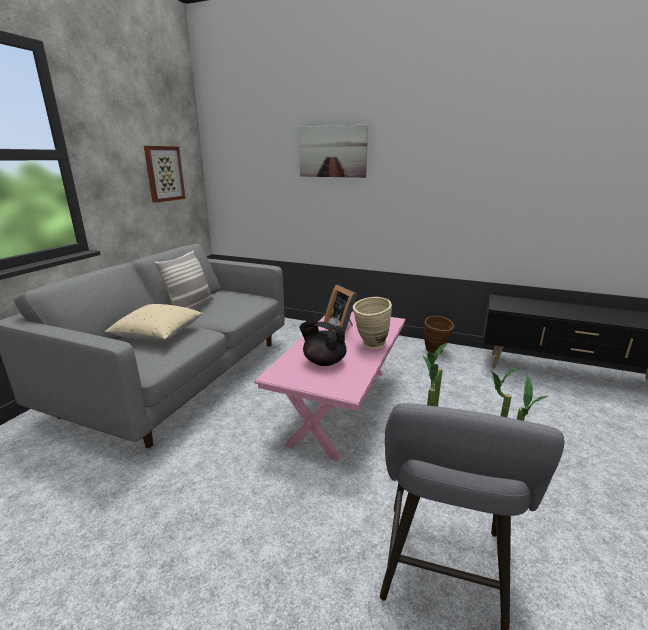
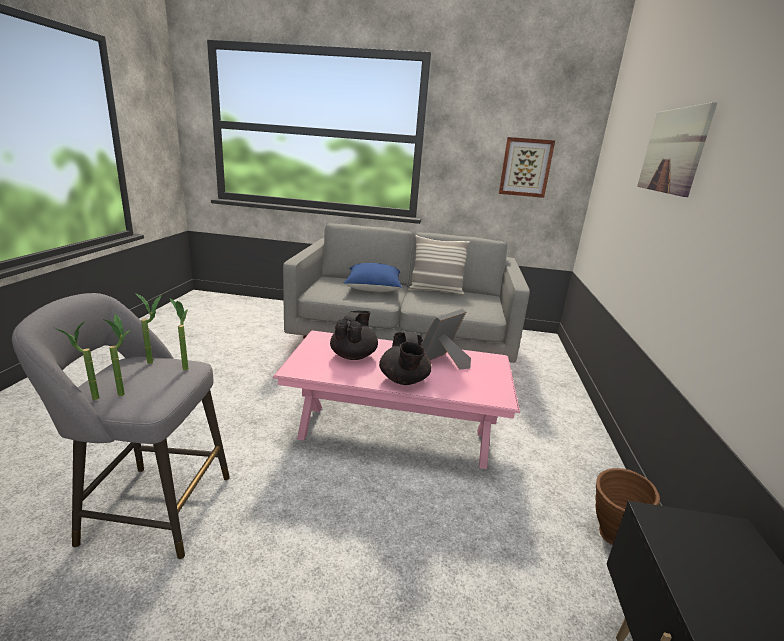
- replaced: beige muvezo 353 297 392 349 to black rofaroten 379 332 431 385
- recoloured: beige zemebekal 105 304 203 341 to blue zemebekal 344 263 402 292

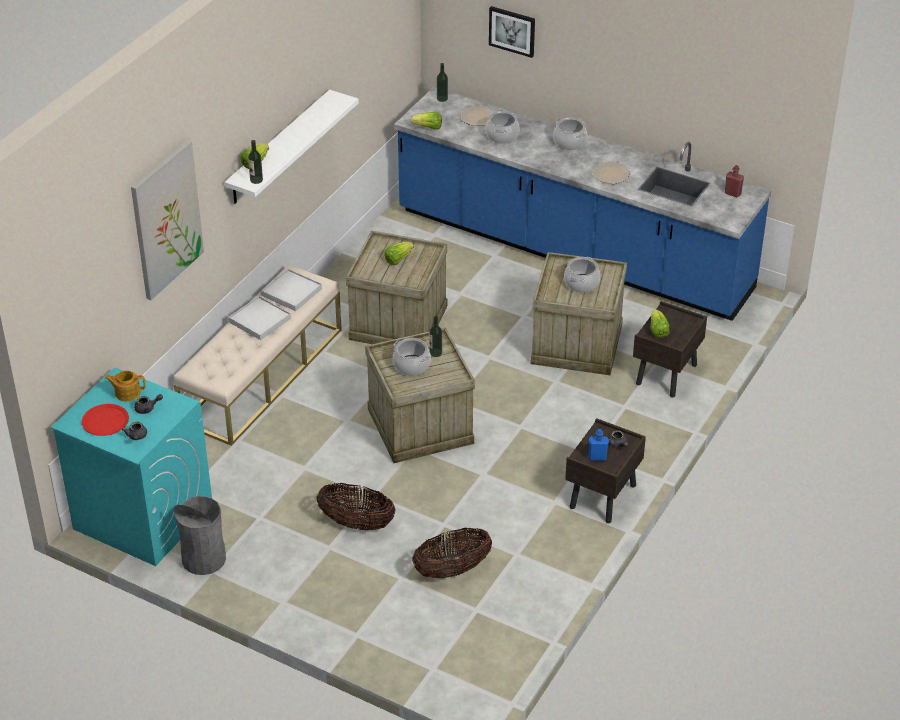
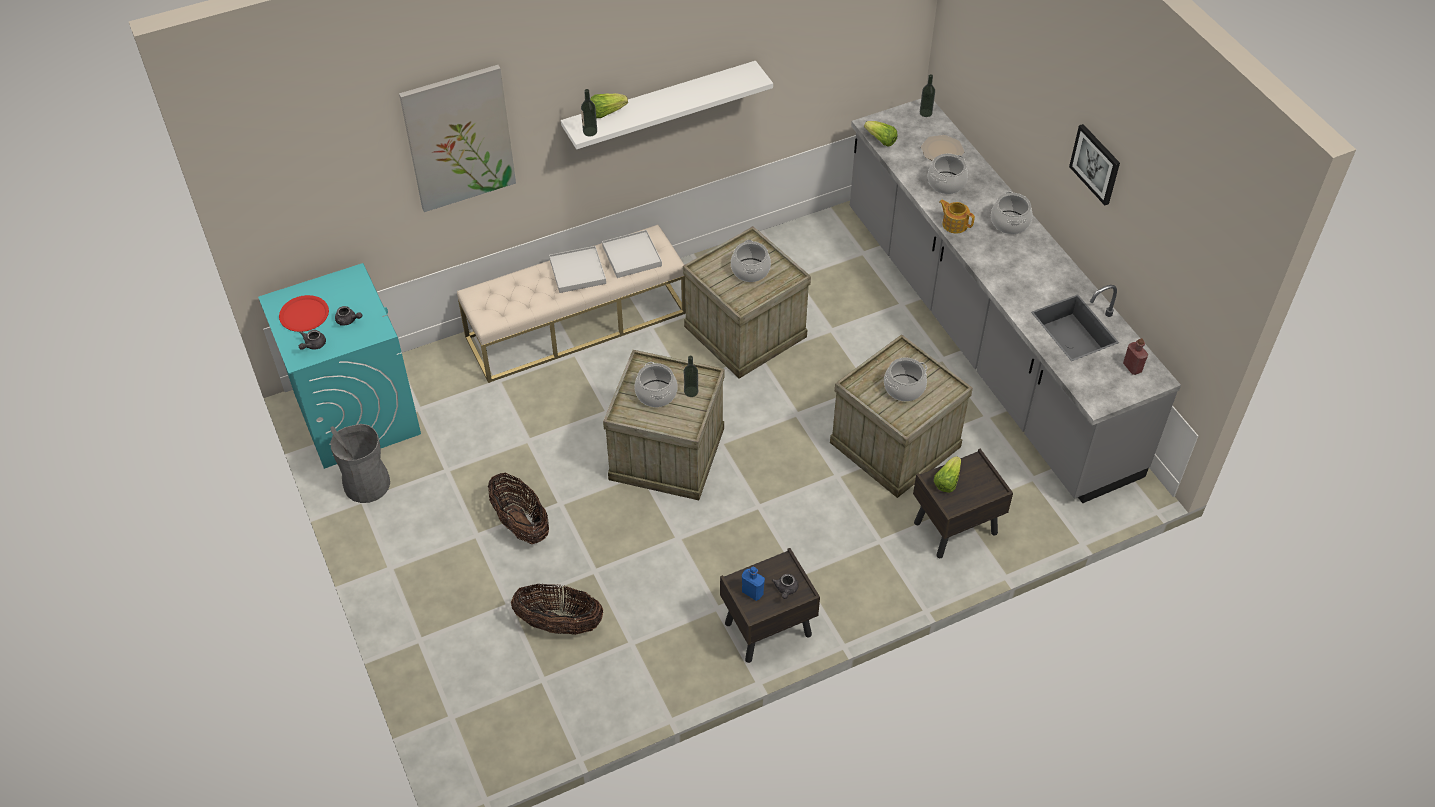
- moved: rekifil 489 6 535 58 to 1069 124 1120 205
- recoloured: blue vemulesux 394 87 771 321 to grey vemulesux 850 99 1181 504
- removed: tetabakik 592 162 631 184
- replaced: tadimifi 384 242 414 265 to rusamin 731 240 771 282
- moved: rofaroten 105 370 146 401 to 939 200 975 234

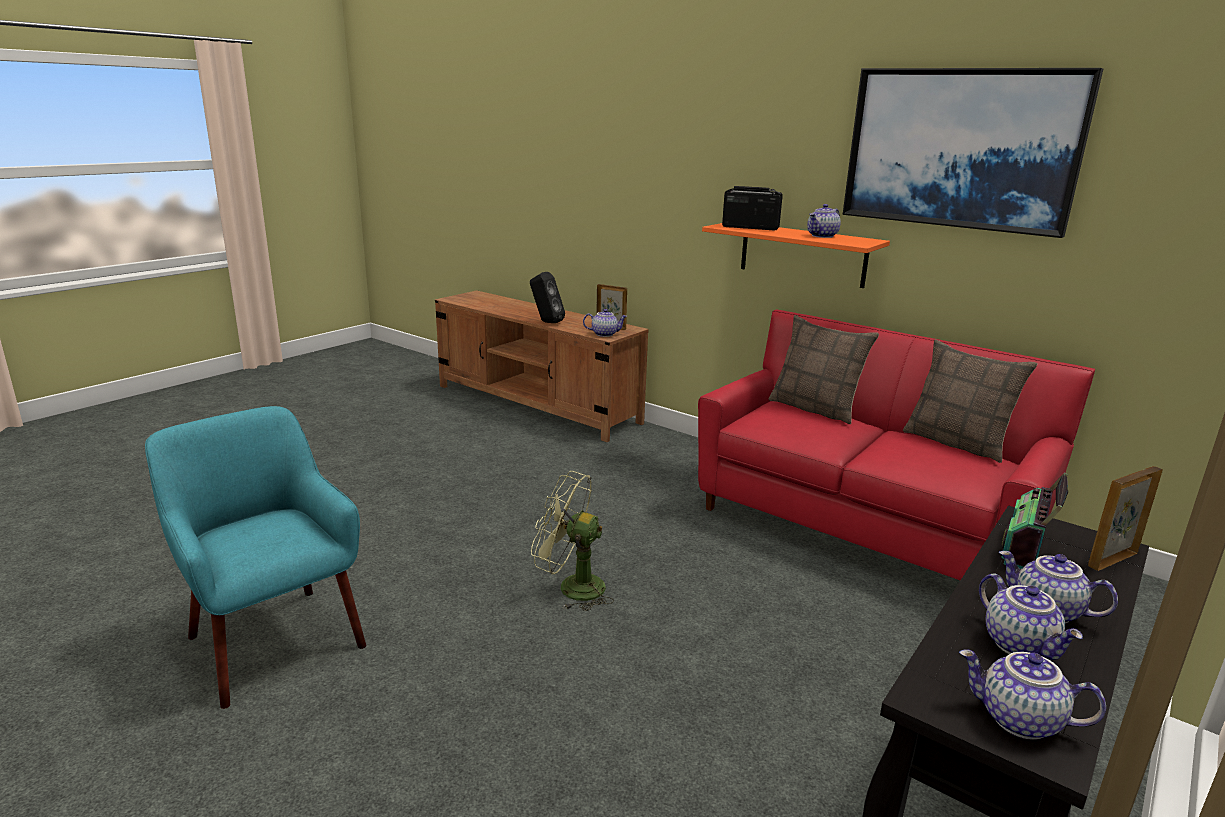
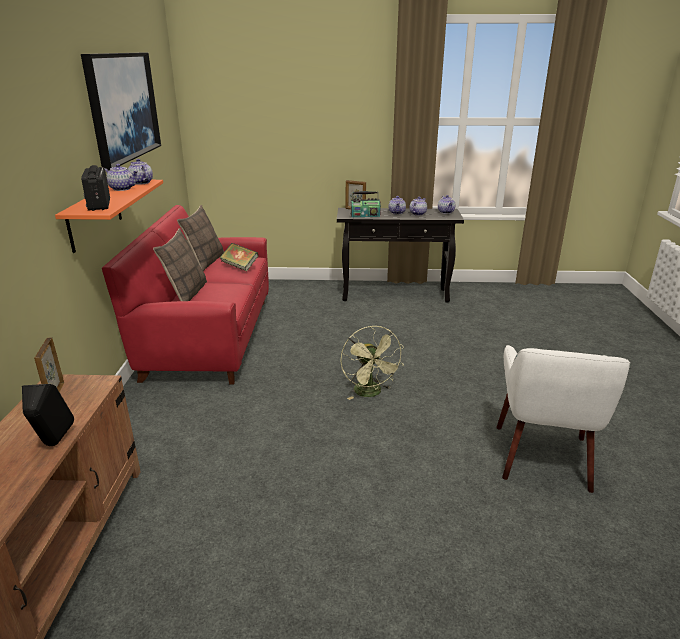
- moved: rofaroten 583 309 627 337 to 128 159 153 185
- recoloured: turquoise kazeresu 145 406 366 709 to white kazeresu 496 345 630 493
- added: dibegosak 220 243 259 271

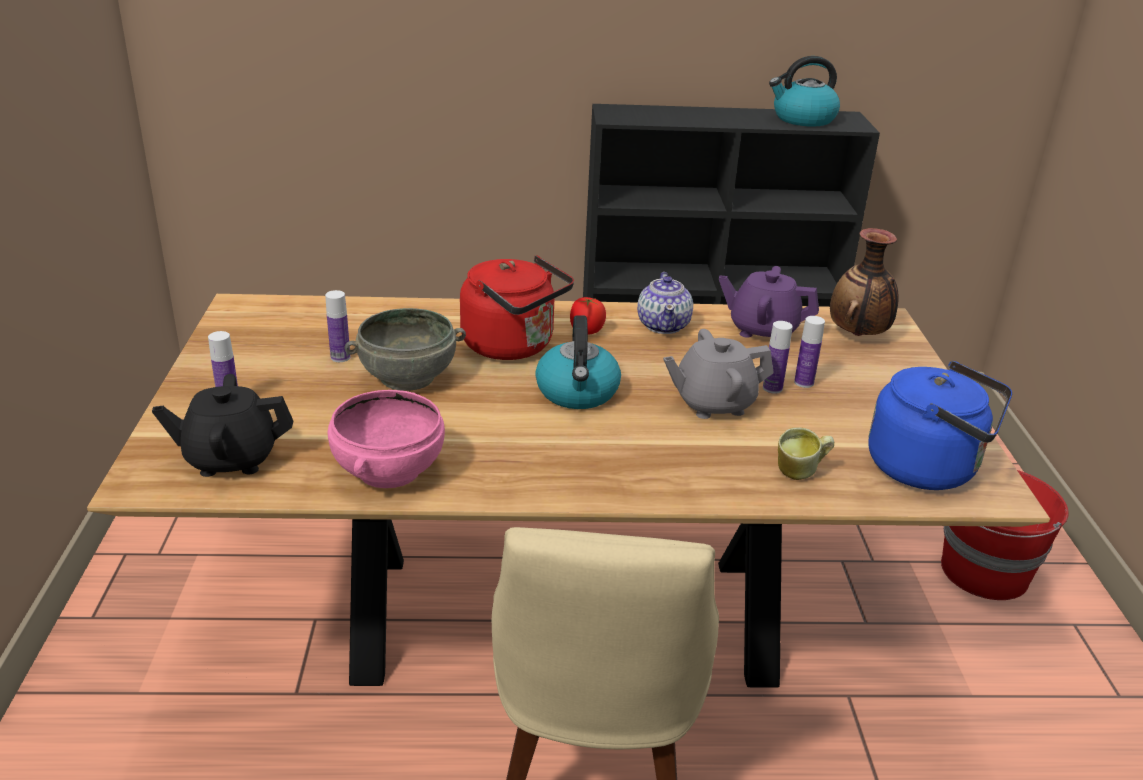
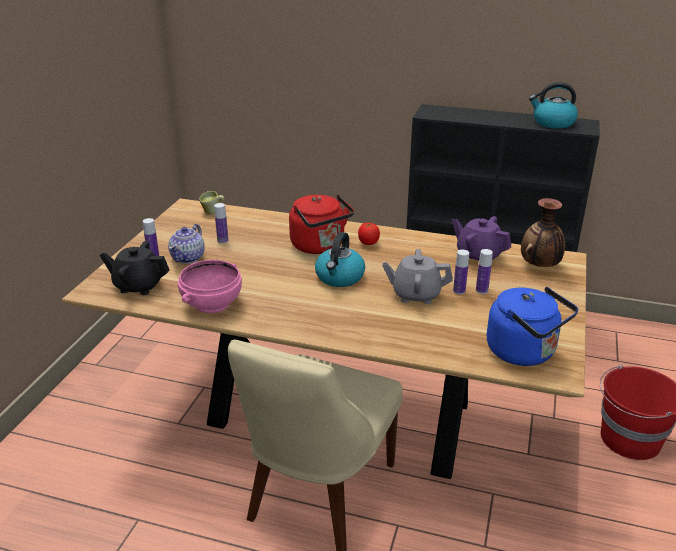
- moved: rofaroten 637 272 693 334 to 168 224 205 264
- removed: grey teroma 344 308 466 391
- moved: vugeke 778 427 834 480 to 199 191 224 214

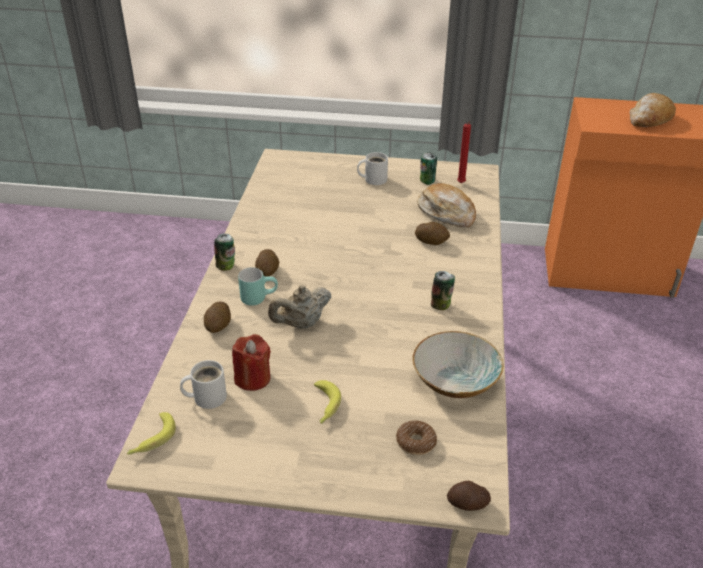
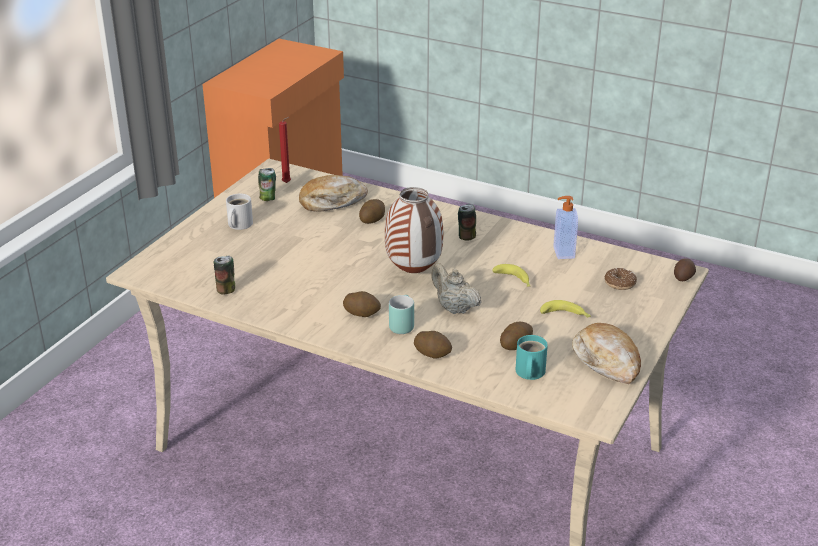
- moved: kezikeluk 630 93 676 127 to 572 323 641 384
- moved: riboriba 214 233 235 271 to 213 256 235 295
- turned: beige rofaroten 268 285 332 328 = 431 263 482 314 150 degrees clockwise
- replaced: teroma 413 331 504 398 to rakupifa 553 196 578 259
- replaced: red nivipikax 232 334 271 391 to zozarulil 500 322 533 350
- recoloured: white vugeke 180 360 227 409 to turquoise vugeke 516 335 548 380
- moved: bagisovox 127 412 176 455 to 492 264 530 287
- added: muvezo 385 187 443 273

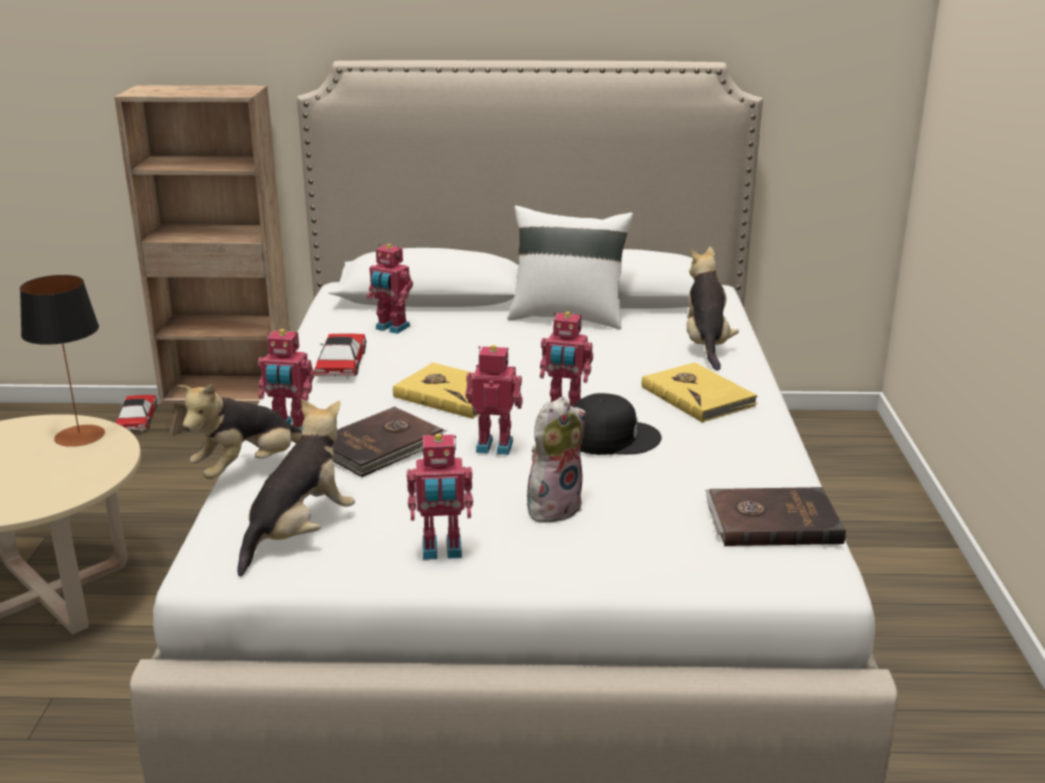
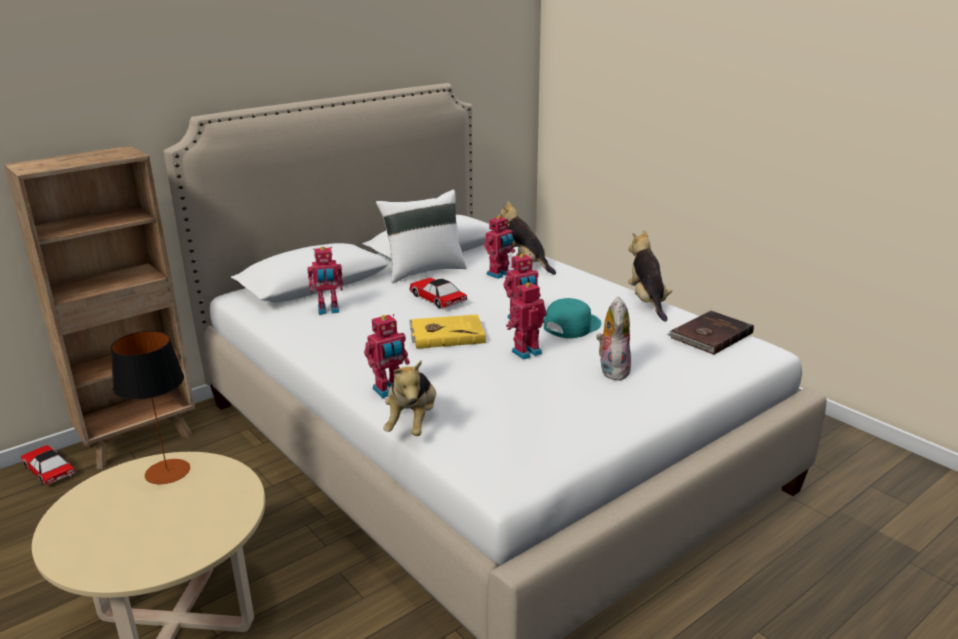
- moved: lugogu 314 334 366 378 to 409 277 467 308
- removed: yellow dibegosak 642 362 758 423
- recoloured: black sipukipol 573 393 662 455 to turquoise sipukipol 544 298 601 338
- moved: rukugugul 237 399 355 576 to 628 230 672 322
- removed: brown dibegosak 333 407 447 477
- moved: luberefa 407 434 473 560 to 484 215 515 279

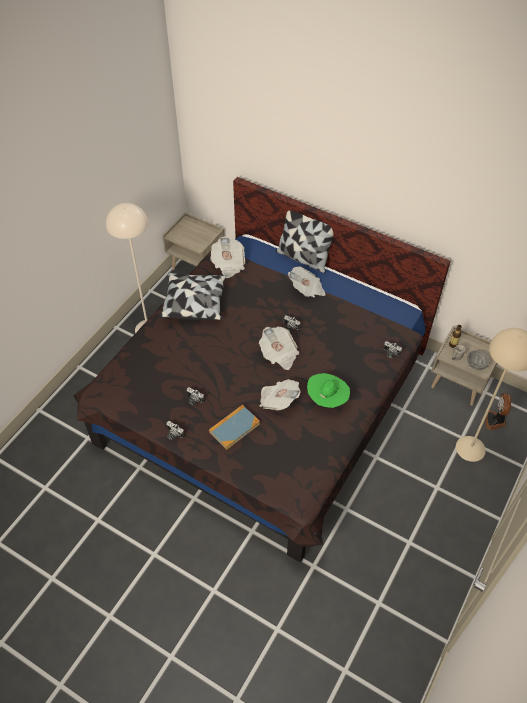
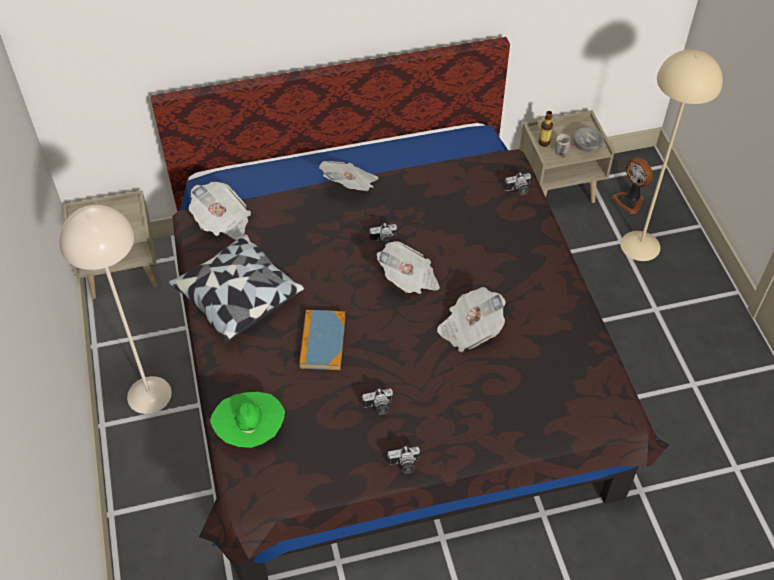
- removed: zemebekal 276 211 334 273
- moved: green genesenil 307 373 350 408 to 210 392 285 448
- moved: dibegosak 209 405 260 450 to 299 310 345 370

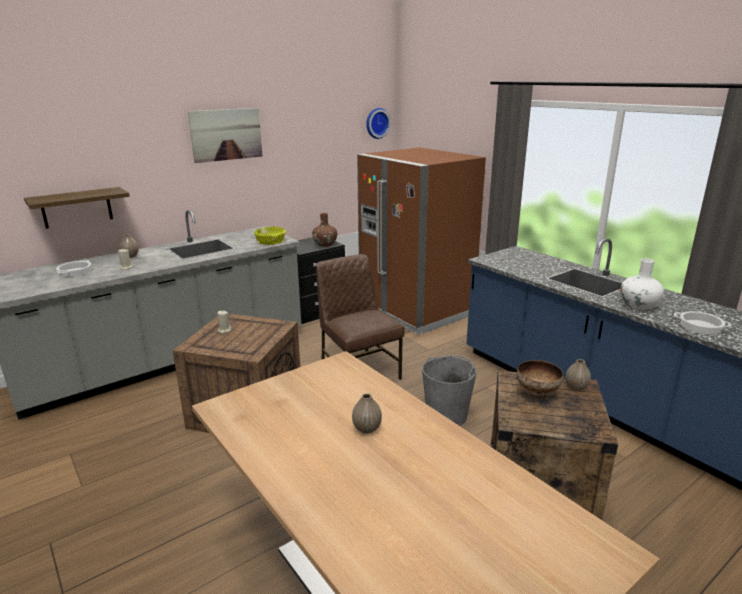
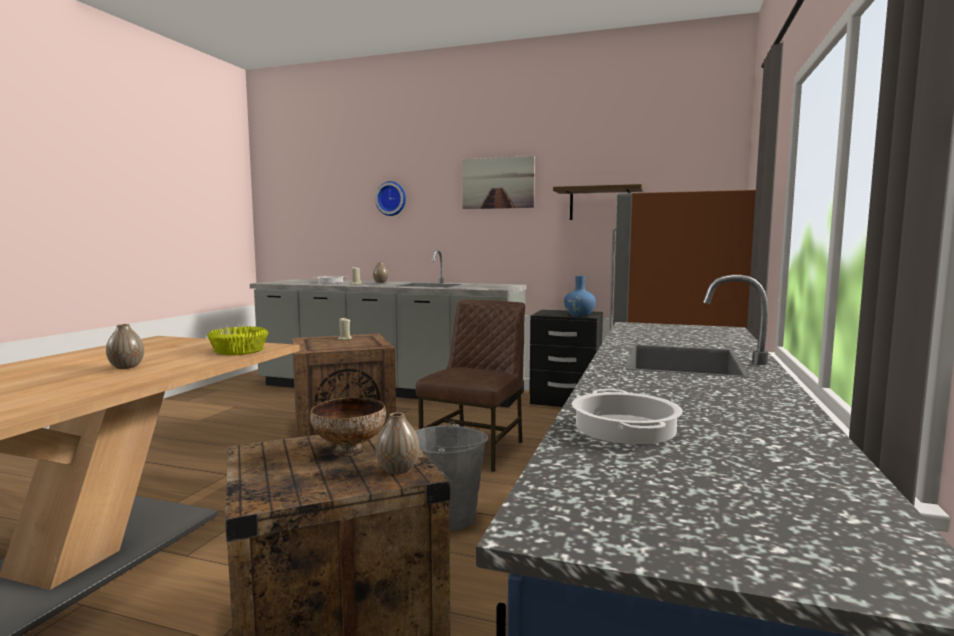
- moved: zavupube 366 108 391 139 to 375 181 406 216
- moved: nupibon 24 187 130 229 to 553 184 643 220
- recoloured: brown muvezo 312 213 337 247 to blue muvezo 564 276 596 317
- moved: yellow teroma 254 227 286 245 to 207 326 269 355
- removed: white muvezo 621 259 664 310

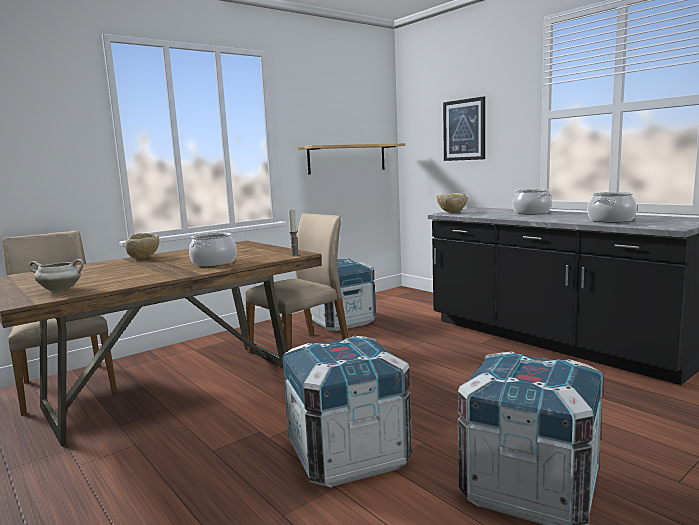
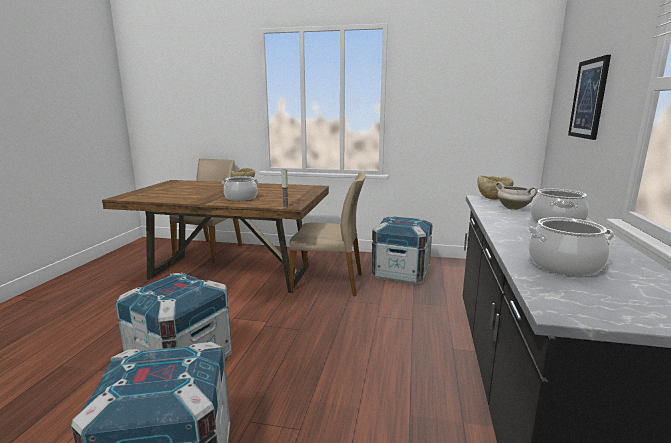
- removed: nupibon 298 143 405 175
- moved: white rusamin 28 259 84 292 to 495 182 538 210

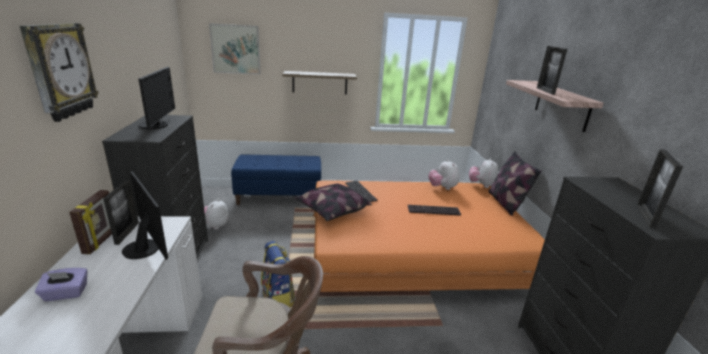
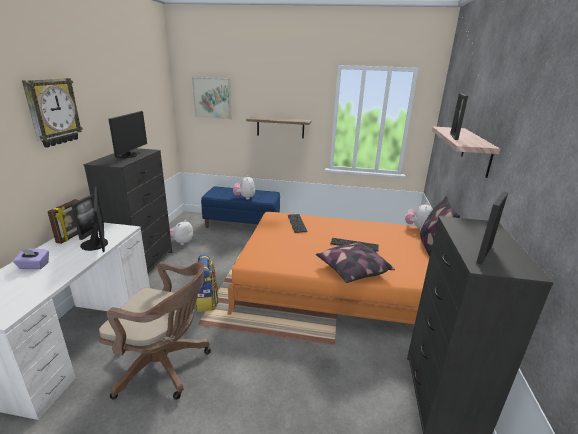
- moved: rukugugul 429 159 460 190 to 233 176 255 200
- moved: zemebekal 295 184 372 221 to 316 243 395 283

